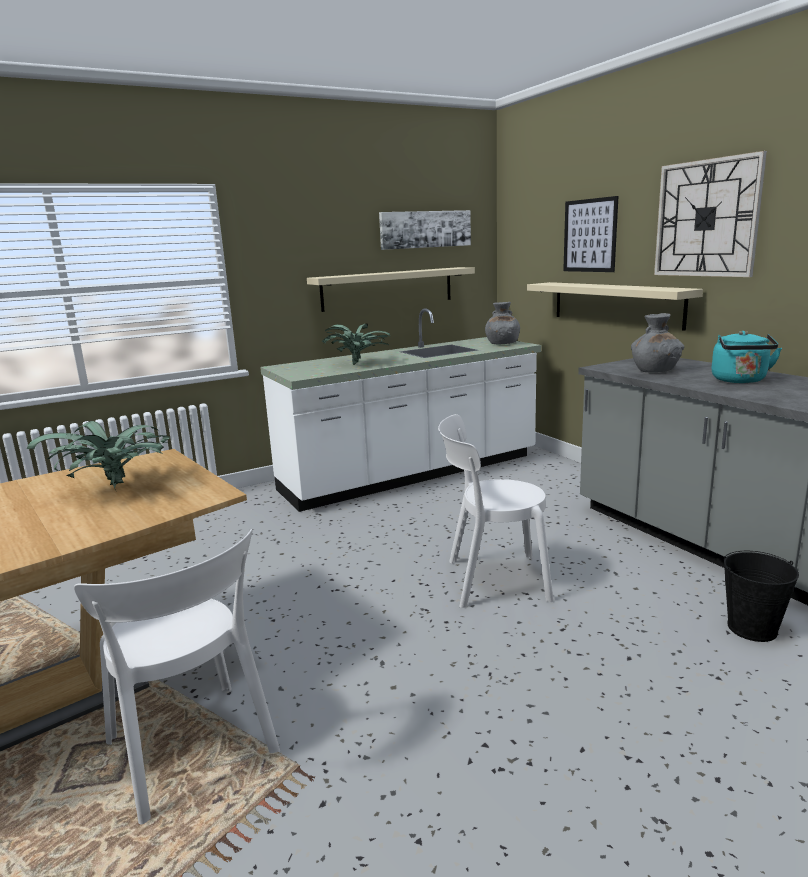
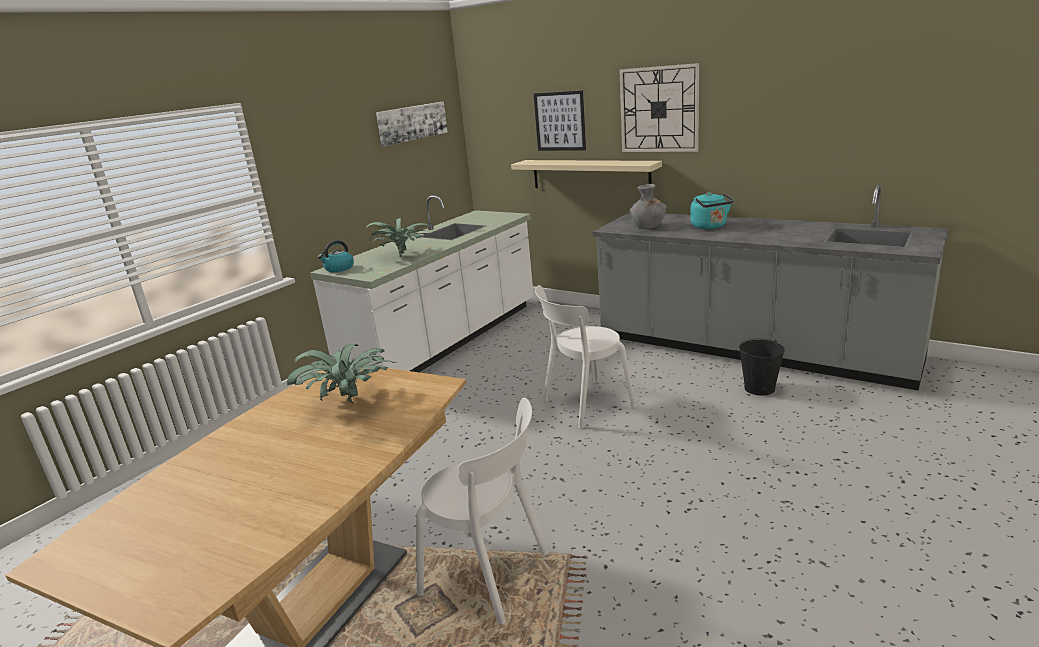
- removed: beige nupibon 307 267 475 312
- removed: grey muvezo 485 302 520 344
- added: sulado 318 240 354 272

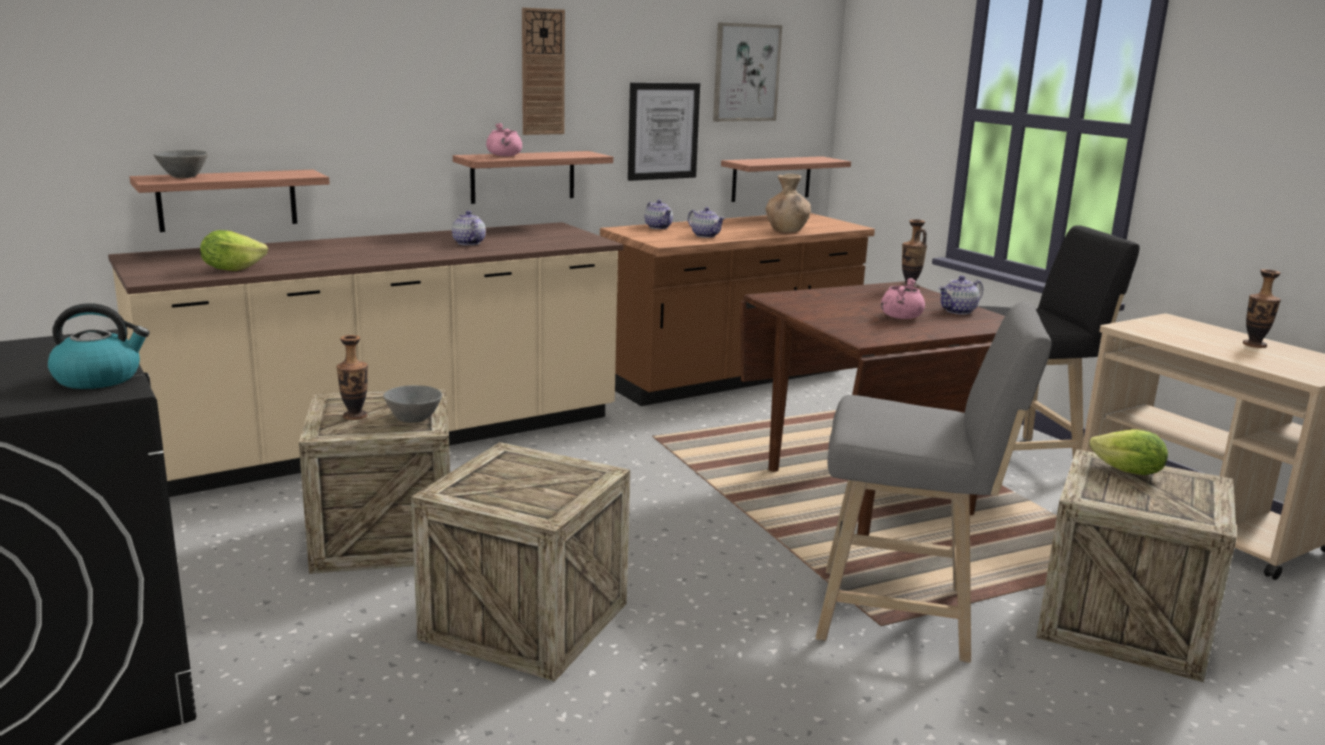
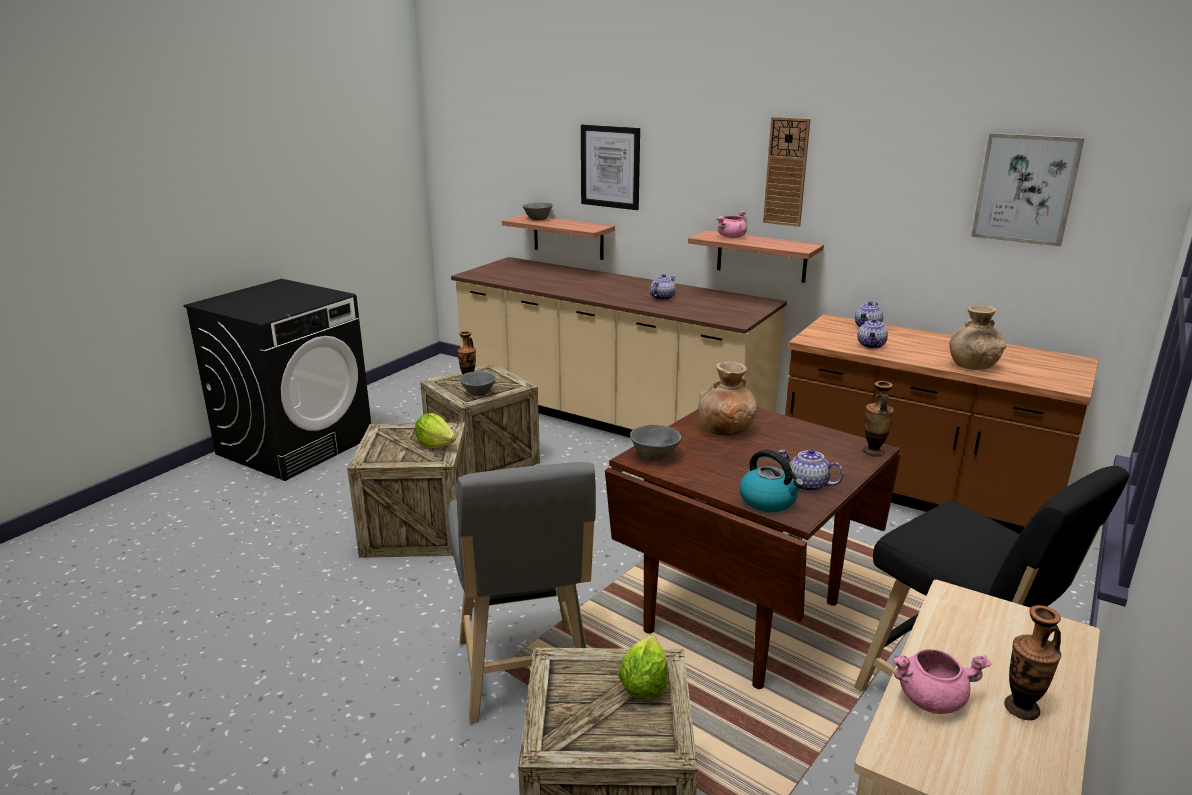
- moved: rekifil 628 83 700 181 to 581 125 640 210
- removed: nupibon 721 156 851 202
- moved: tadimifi 200 230 268 271 to 415 413 456 448
- moved: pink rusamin 881 278 925 319 to 893 649 991 714
- moved: sulado 48 303 150 389 to 740 449 804 512
- added: brown muvezo 698 362 757 436
- added: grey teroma 630 425 681 461

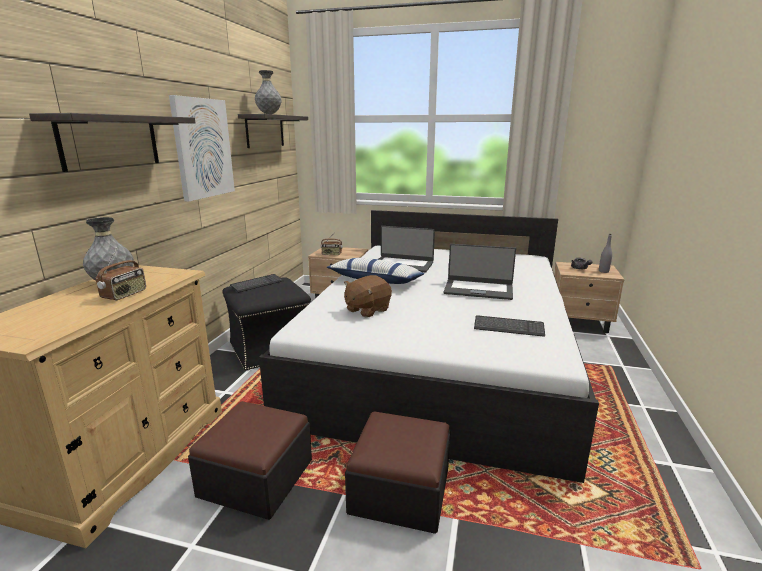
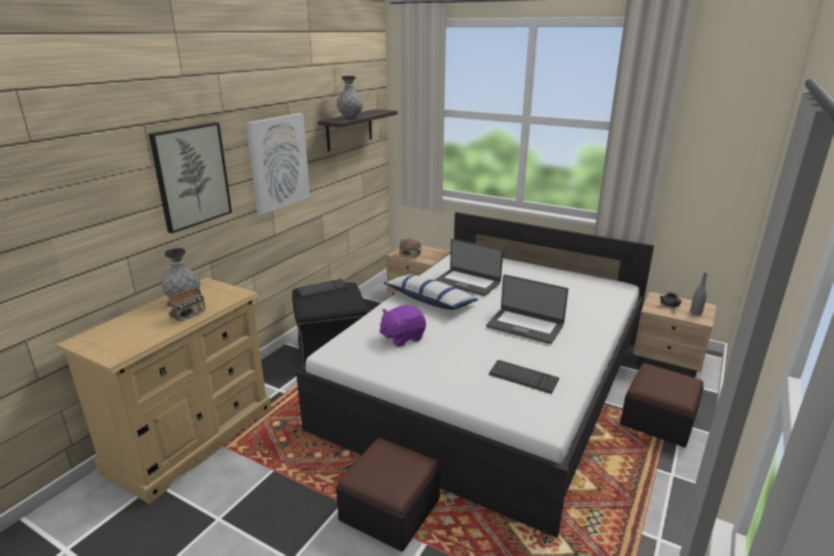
- replaced: nupibon 29 113 195 172 to rekifil 149 122 232 233
- recoloured: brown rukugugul 344 275 392 318 to purple rukugugul 379 305 426 347
- moved: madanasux 188 401 312 520 to 620 363 704 448

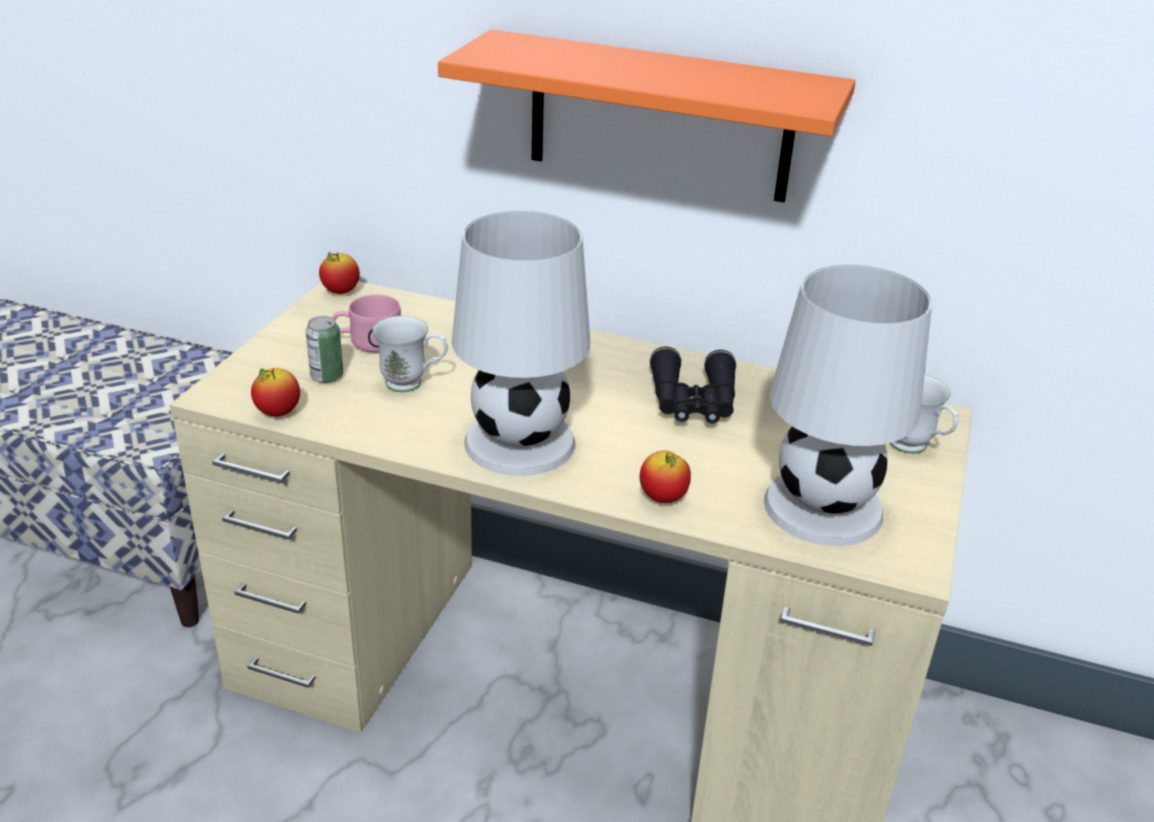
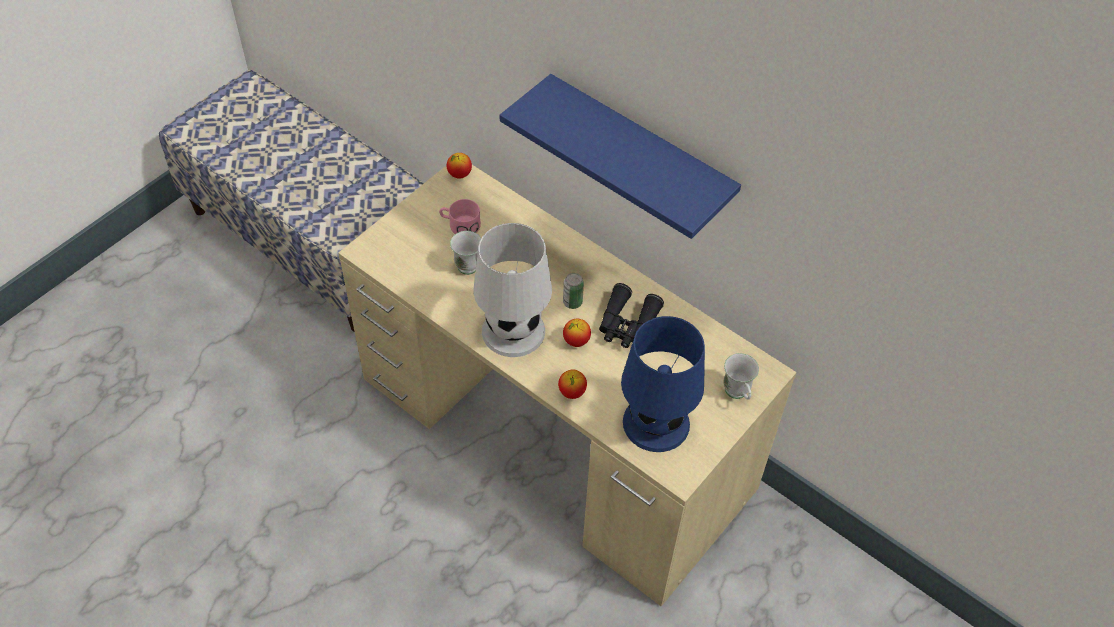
- recoloured: orange nupibon 438 29 856 202 to blue nupibon 500 74 741 239
- recoloured: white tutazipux 764 265 932 546 to blue tutazipux 621 316 705 452
- moved: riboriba 306 316 343 383 to 563 273 584 309
- moved: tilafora 251 368 300 417 to 563 319 591 347

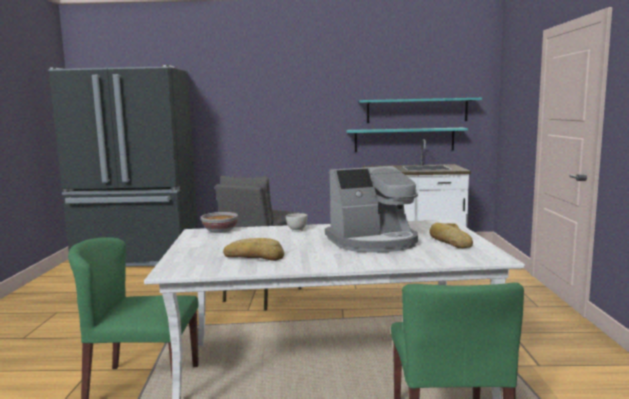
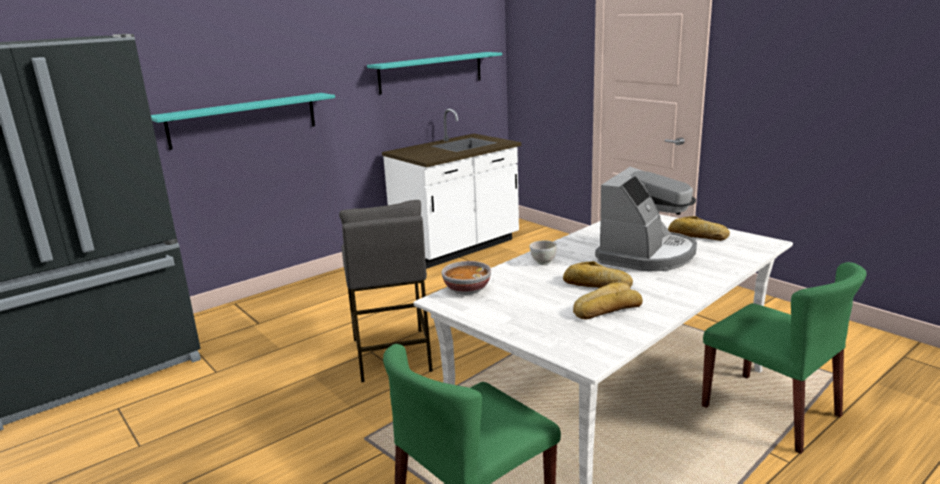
- moved: turquoise nupibon 346 128 468 152 to 151 93 335 150
- added: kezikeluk 563 261 633 288

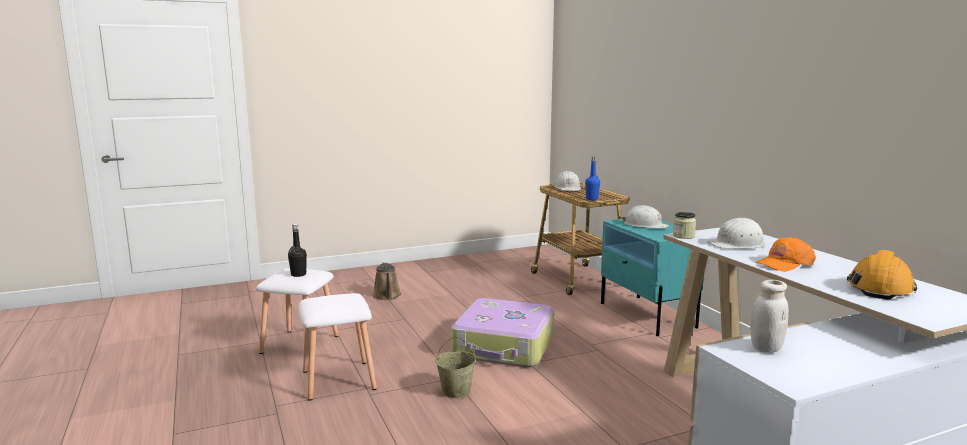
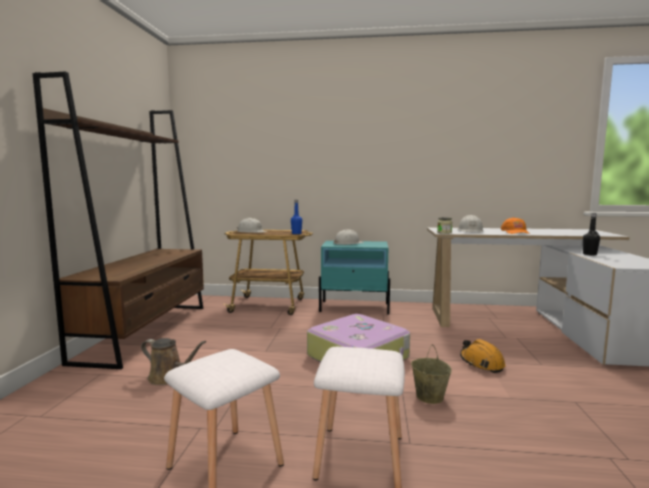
- moved: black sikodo 288 224 307 277 to 583 213 600 256
- moved: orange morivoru 847 250 917 299 to 460 339 505 373
- removed: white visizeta 750 280 789 353
- added: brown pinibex 32 71 204 369

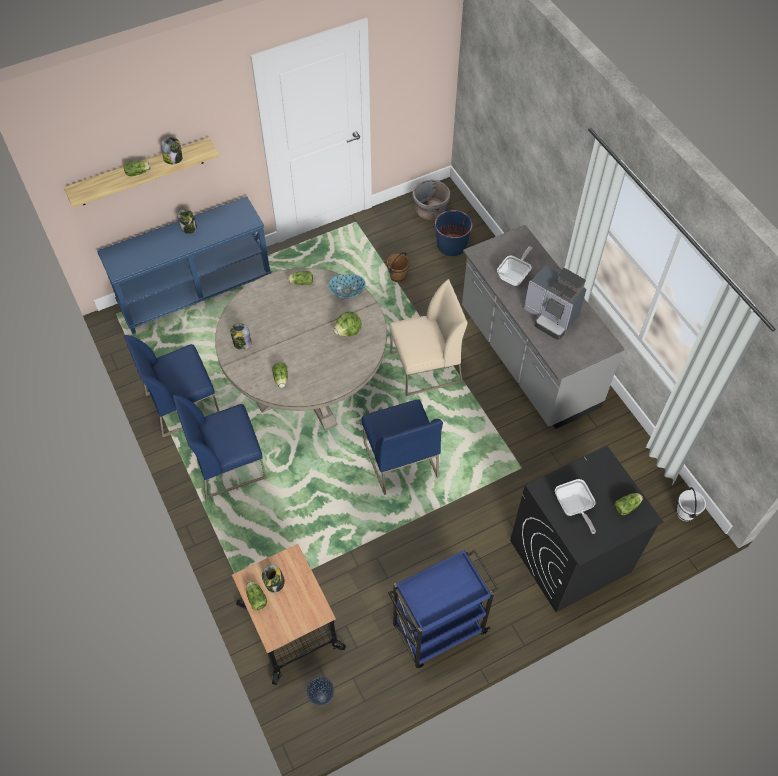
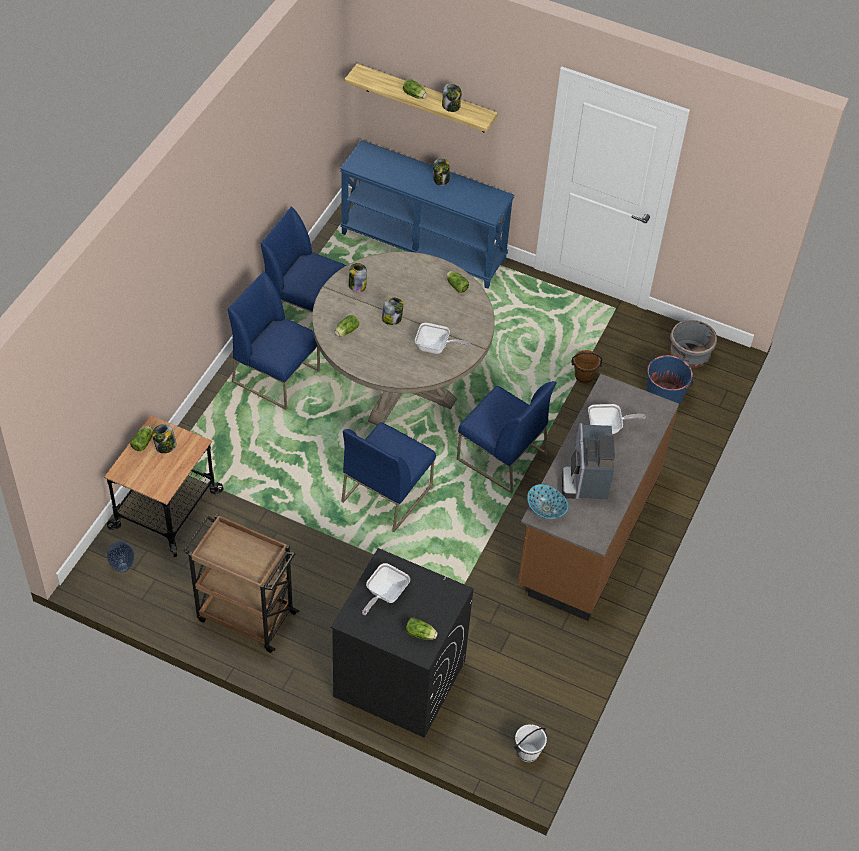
- recoloured: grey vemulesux 462 225 624 429 to brown vemulesux 518 374 679 621
- moved: teroma 328 274 366 298 to 527 484 568 519
- recoloured: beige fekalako 390 279 468 396 to blue fekalako 457 381 557 493
- replaced: tadimifi 334 312 361 337 to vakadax 415 323 470 354
- recoloured: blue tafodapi 388 549 499 668 to brown tafodapi 183 514 299 653
- added: visizeta 382 297 404 325

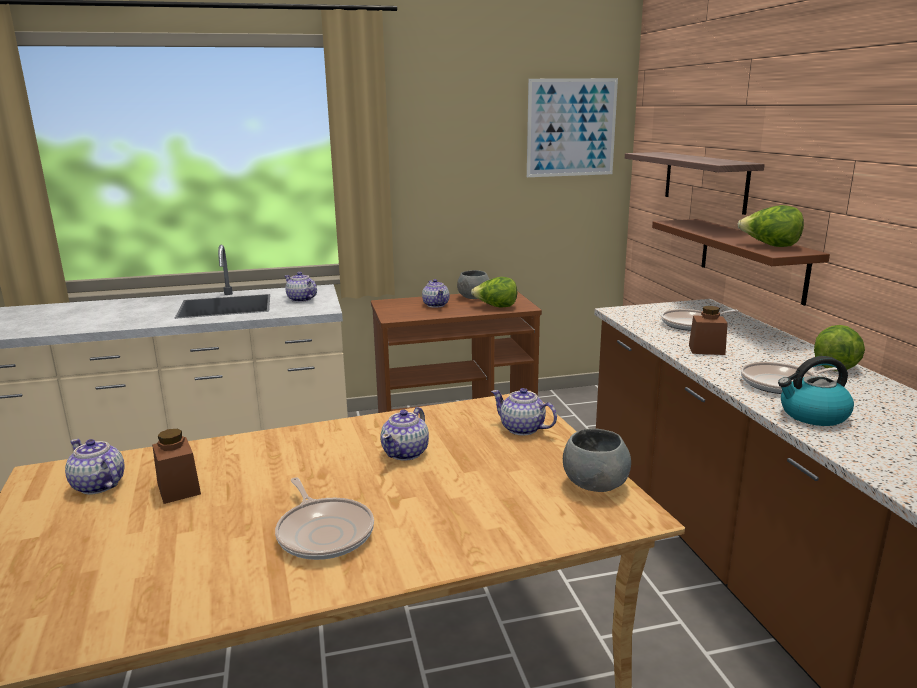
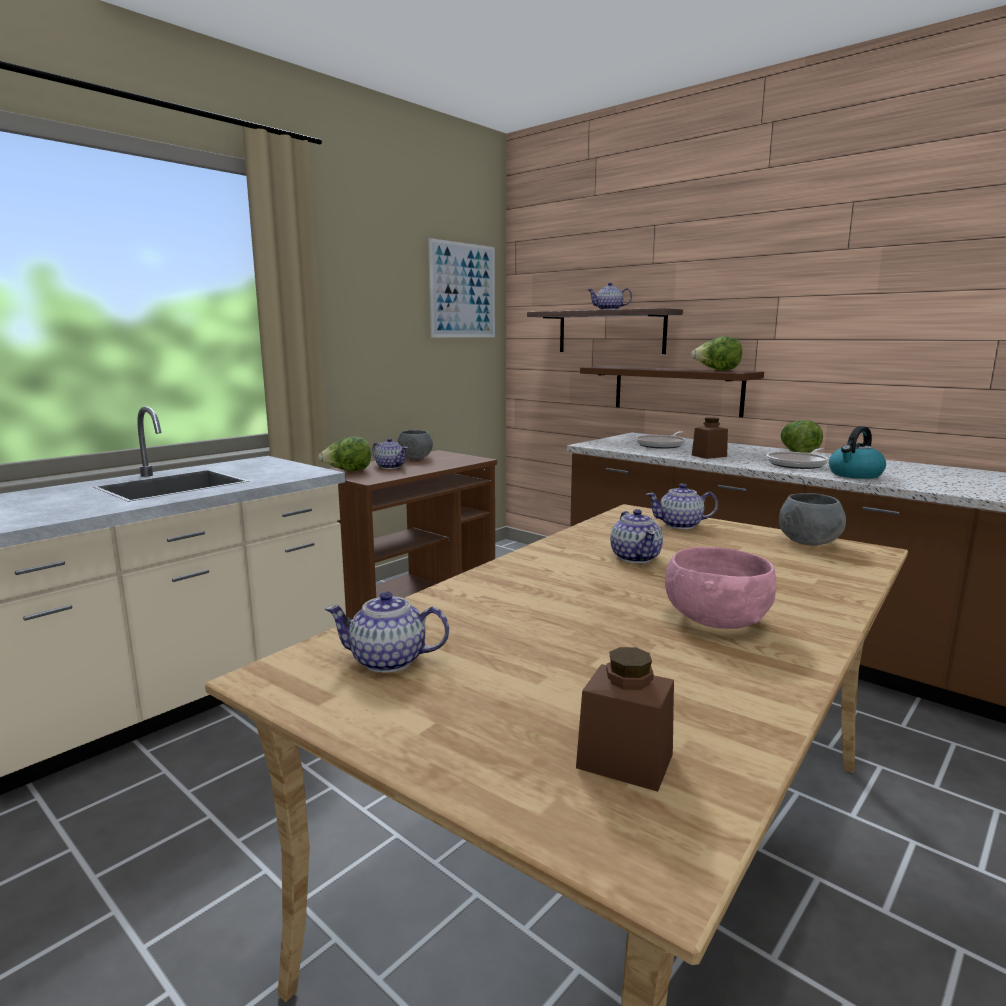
- moved: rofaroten 285 272 317 302 to 588 283 632 310
- moved: tadimifi 471 277 517 308 to 318 437 371 471
- moved: brown visizeta 152 429 201 504 to 576 647 674 792
- replaced: vakadax 275 477 374 560 to pink teroma 665 547 776 629

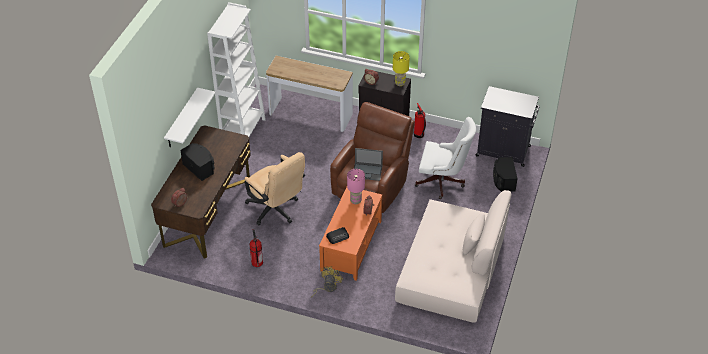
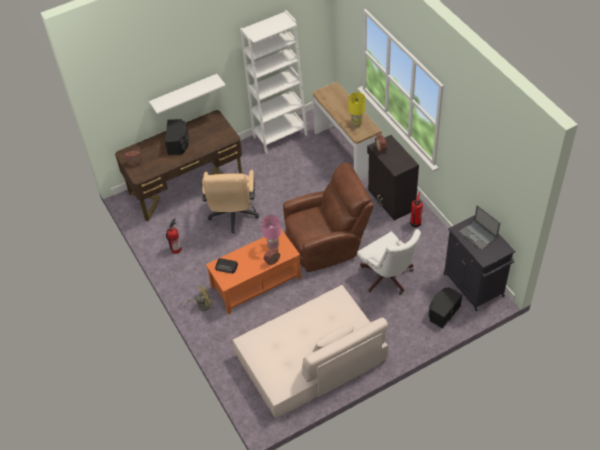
- moved: yellow tutazipux 393 51 410 86 to 348 92 365 127
- moved: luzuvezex 354 148 383 181 to 459 205 500 250

